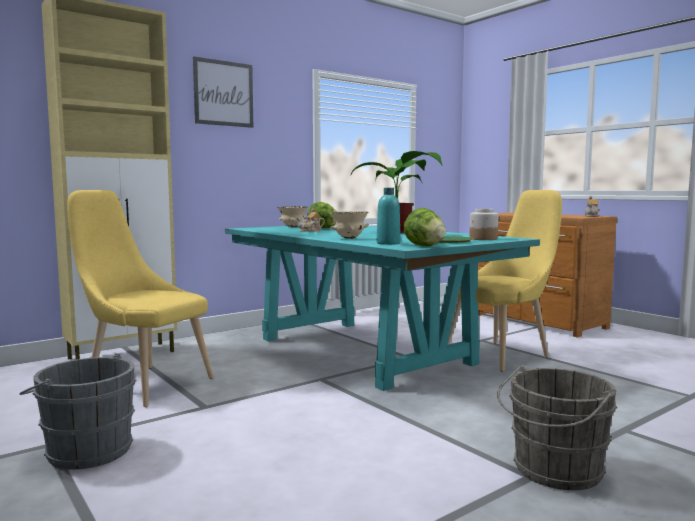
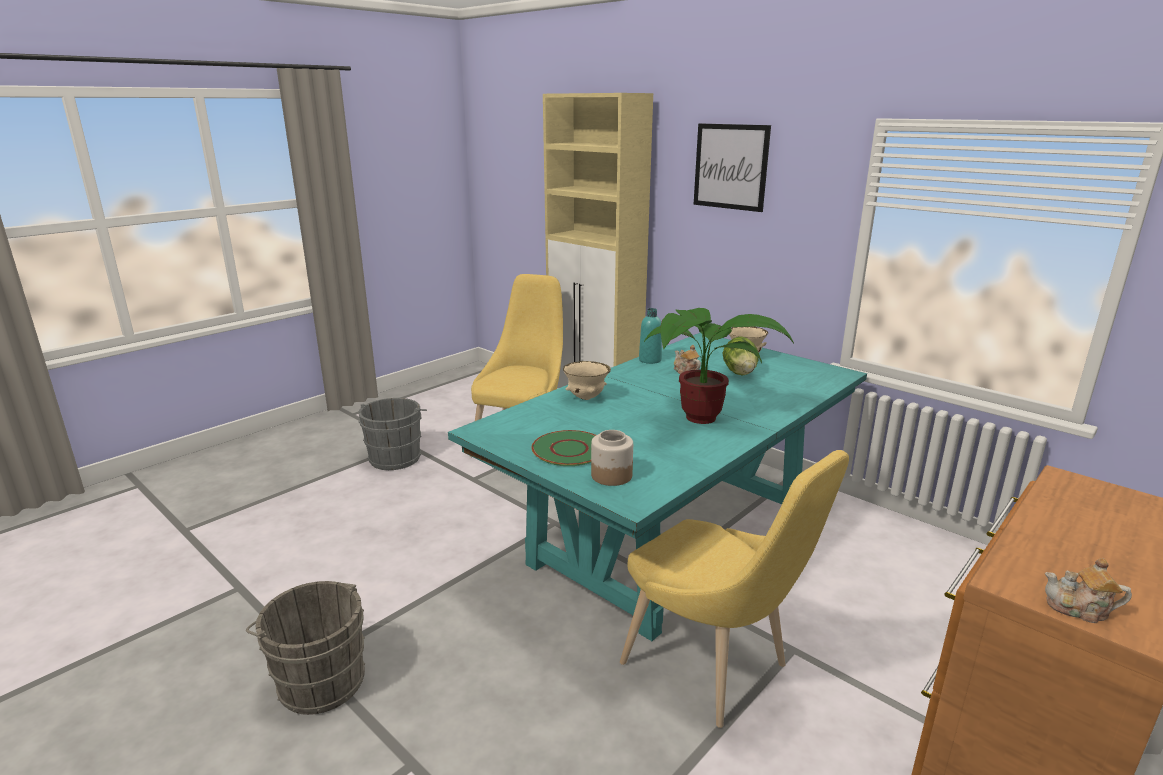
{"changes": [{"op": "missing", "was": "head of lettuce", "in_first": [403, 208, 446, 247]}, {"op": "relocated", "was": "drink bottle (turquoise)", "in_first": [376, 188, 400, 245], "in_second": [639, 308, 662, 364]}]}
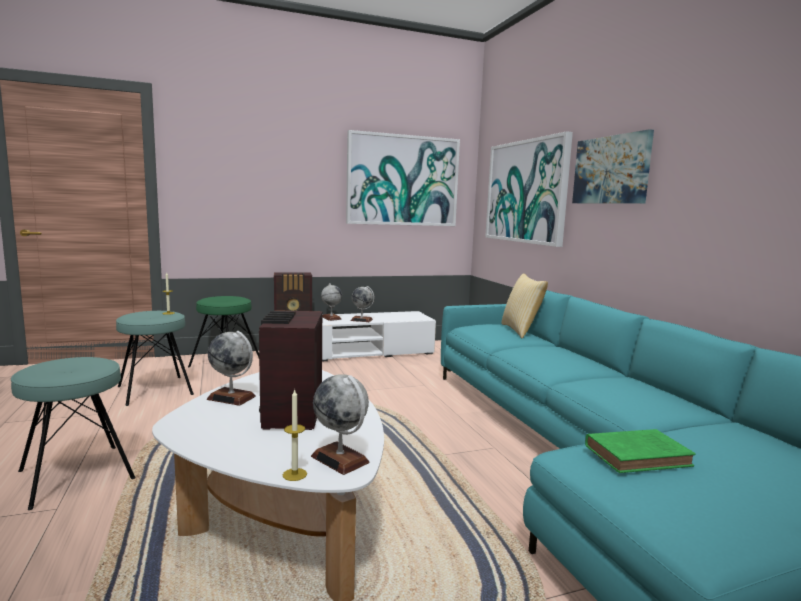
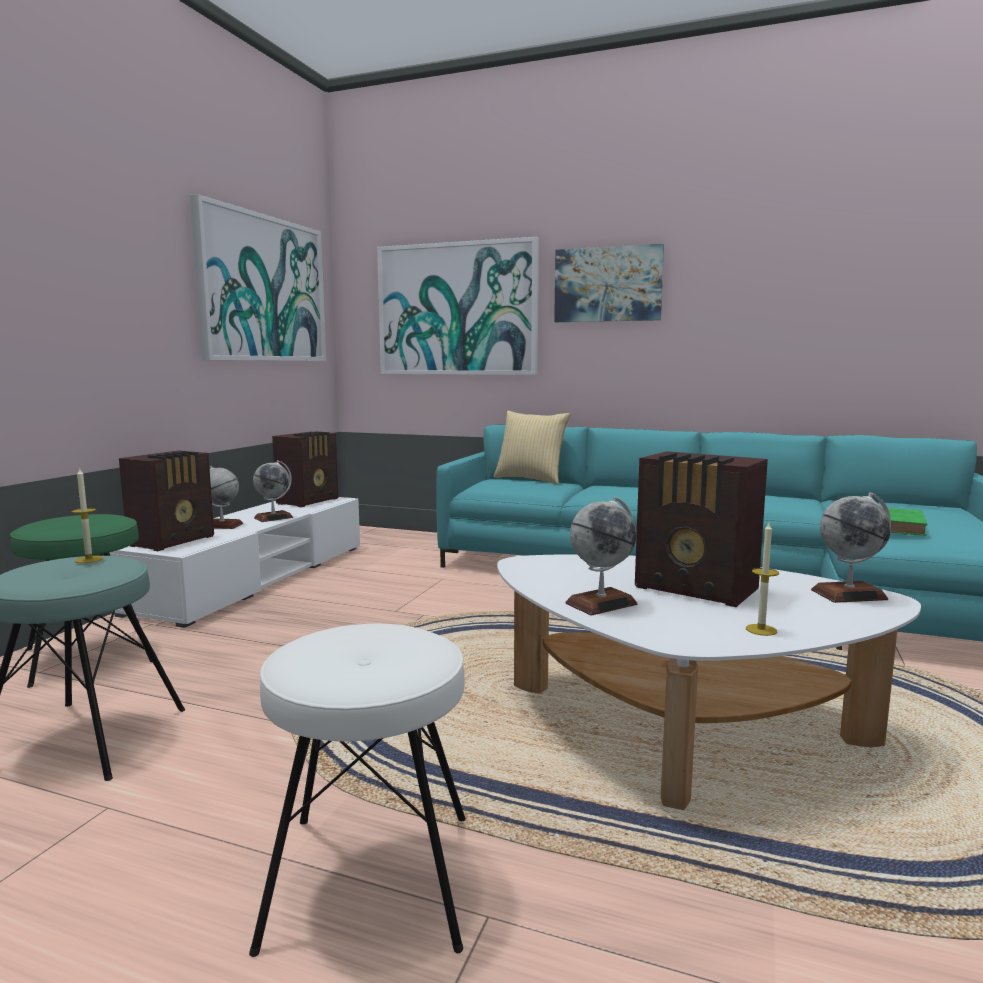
{"changes": [{"op": "appeared", "now": "radio receiver", "in_second": [272, 431, 338, 507]}, {"op": "relocated", "was": "wax light", "in_first": [283, 389, 307, 481], "in_second": [746, 523, 779, 636]}, {"op": "colour", "was": "sitting stool (turquoise)", "now": "sitting stool (white)", "in_first": [11, 357, 136, 510], "in_second": [249, 624, 466, 957]}]}
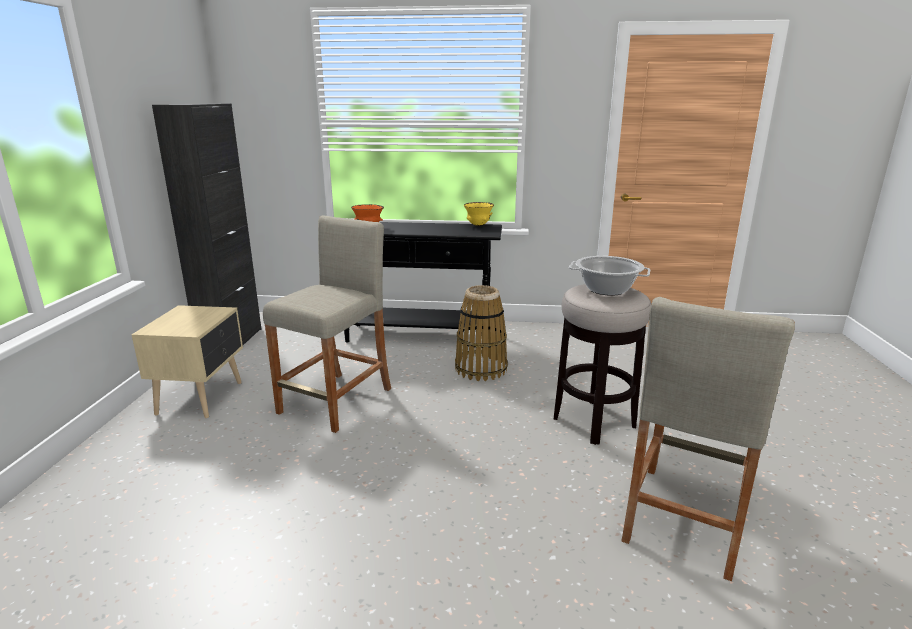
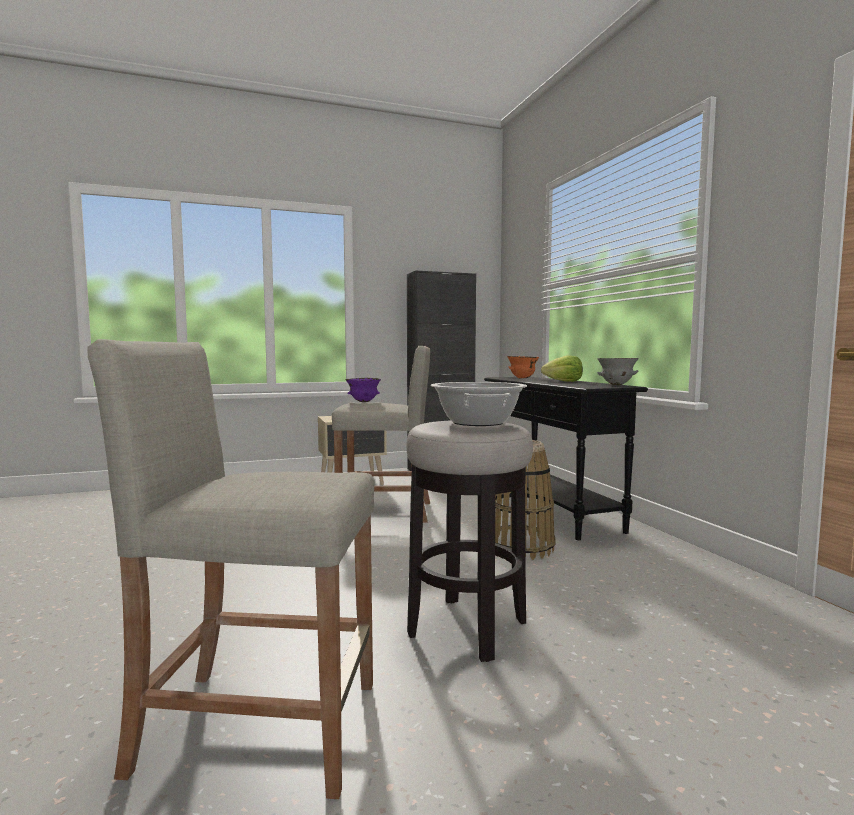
{"changes": [{"op": "appeared", "now": "deep dish (purplish)", "in_second": [346, 378, 381, 402]}, {"op": "appeared", "now": "head of lettuce", "in_second": [541, 356, 583, 382]}, {"op": "colour", "was": "deep dish (yellow-coloured)", "now": "deep dish (grey)", "in_first": [464, 202, 494, 226], "in_second": [597, 358, 639, 385]}]}
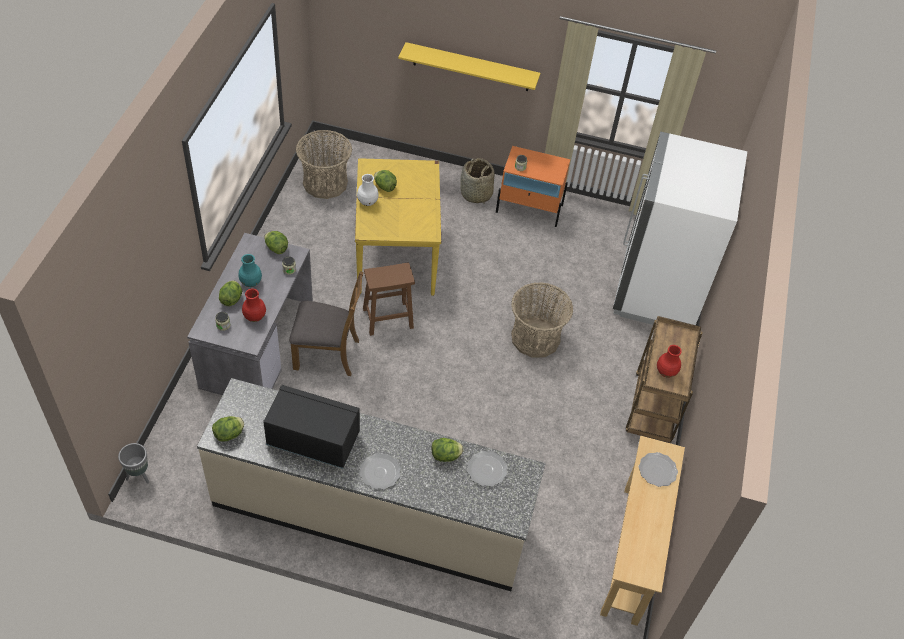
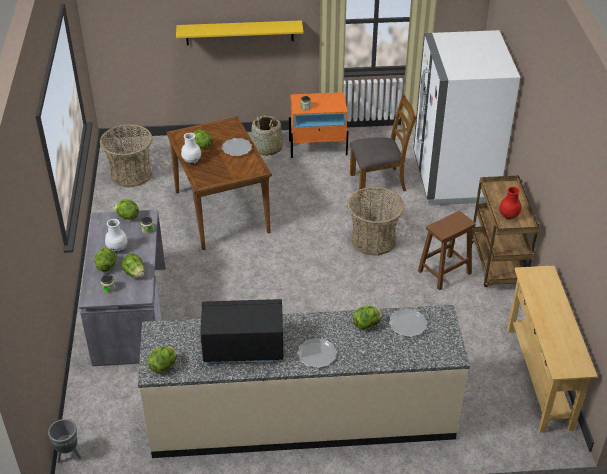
{"changes": [{"op": "relocated", "was": "chair (brown-coloured)", "in_first": [289, 271, 363, 376], "in_second": [350, 94, 417, 198]}, {"op": "relocated", "was": "sitting stool (brown-coloured)", "in_first": [363, 263, 415, 336], "in_second": [418, 211, 476, 290]}, {"op": "relocated", "was": "plate", "in_first": [639, 452, 678, 487], "in_second": [222, 138, 252, 156]}, {"op": "exchanged", "was": "vase (red-coloured)", "now": "head of lettuce", "in_first": [242, 289, 266, 322], "in_second": [122, 253, 144, 278]}, {"op": "colour", "was": "vase (turquoise)", "now": "vase (white)", "in_first": [239, 254, 262, 287], "in_second": [105, 219, 128, 253]}, {"op": "colour", "was": "dining table (yellow-coloured)", "now": "dining table (brown-coloured)", "in_first": [355, 158, 441, 296], "in_second": [166, 116, 272, 250]}]}
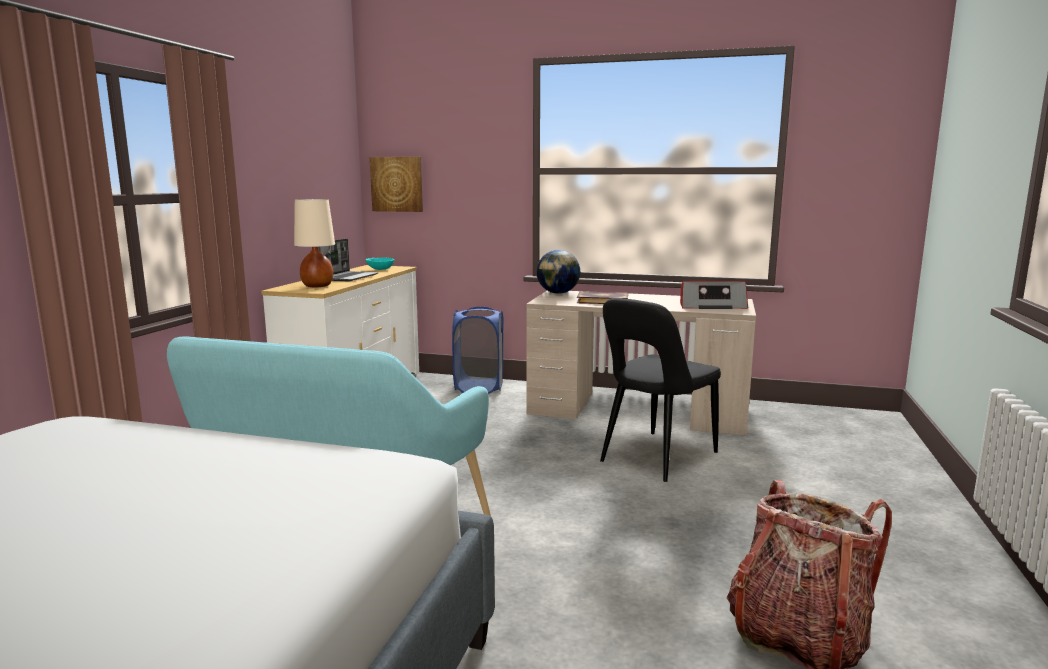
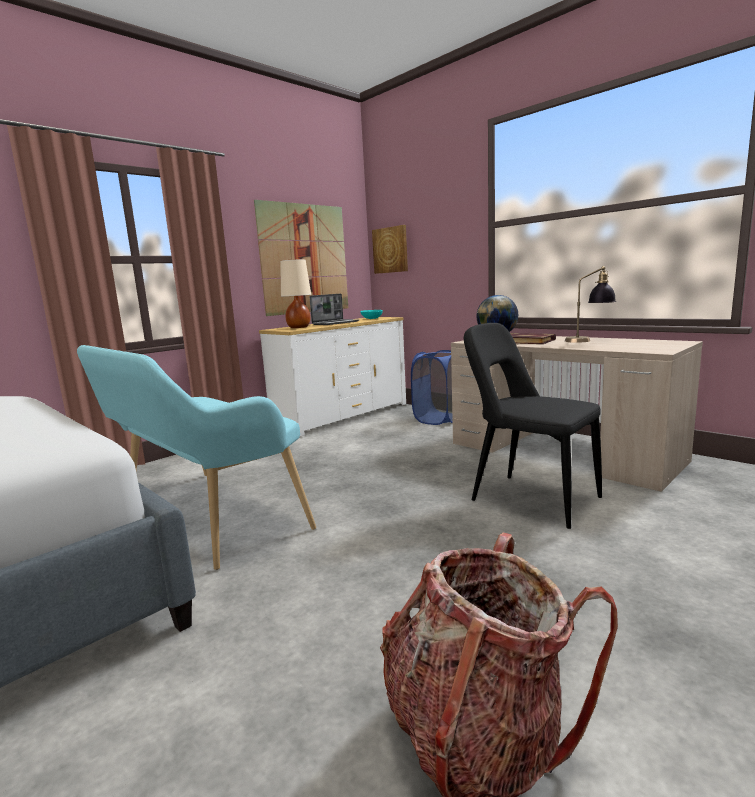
{"changes": [{"op": "missing", "was": "radio receiver", "in_first": [680, 281, 748, 309]}, {"op": "appeared", "now": "picture", "in_second": [254, 200, 348, 316]}, {"op": "appeared", "now": "tabletop lamp", "in_second": [565, 266, 616, 343]}, {"op": "spun", "was": "chair (blackish)", "in_first": [600, 298, 721, 482], "in_second": [464, 323, 602, 529], "clockwise": 60}]}
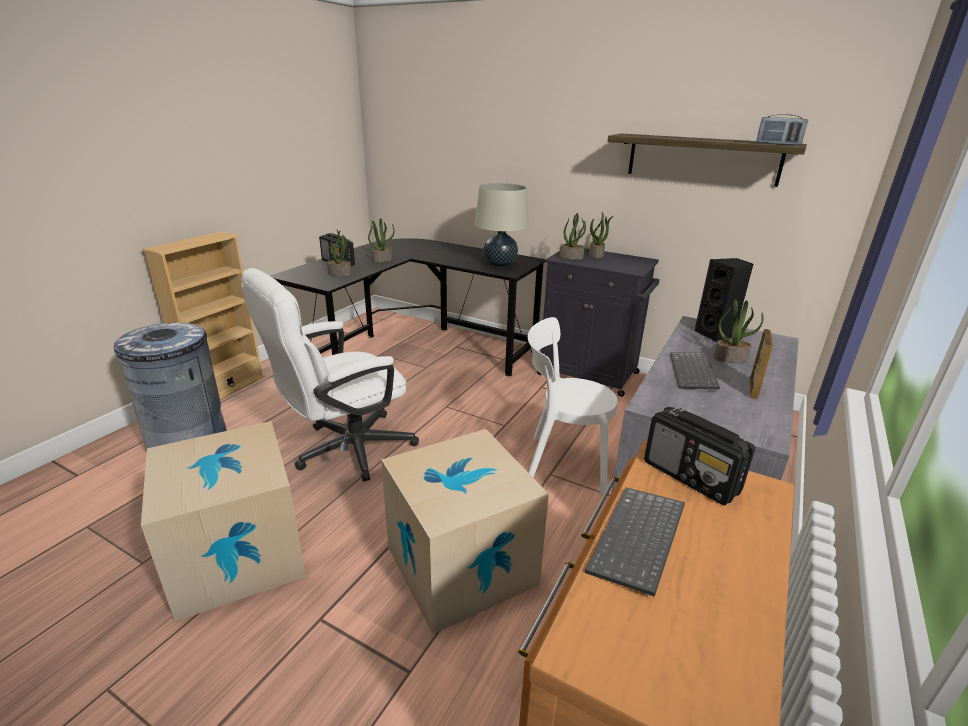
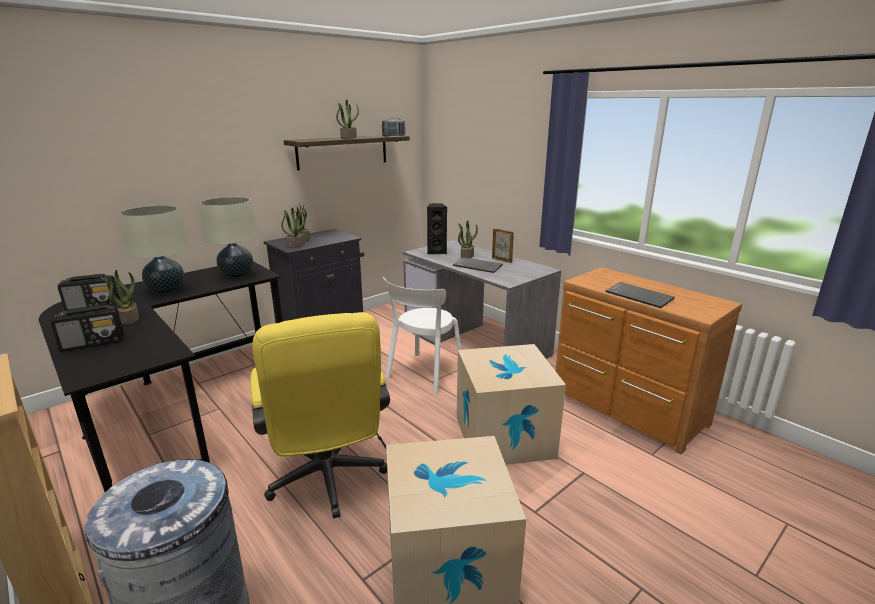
{"changes": [{"op": "appeared", "now": "tabletop lamp (beige-coloured)", "in_second": [119, 205, 190, 294]}, {"op": "relocated", "was": "houseplant", "in_first": [327, 230, 352, 277], "in_second": [336, 99, 359, 139]}, {"op": "relocated", "was": "radio receiver", "in_first": [644, 407, 755, 505], "in_second": [57, 274, 120, 311]}, {"op": "colour", "was": "desk chair (white)", "now": "desk chair (yellow-coloured)", "in_first": [241, 268, 419, 482], "in_second": [250, 312, 390, 518]}]}
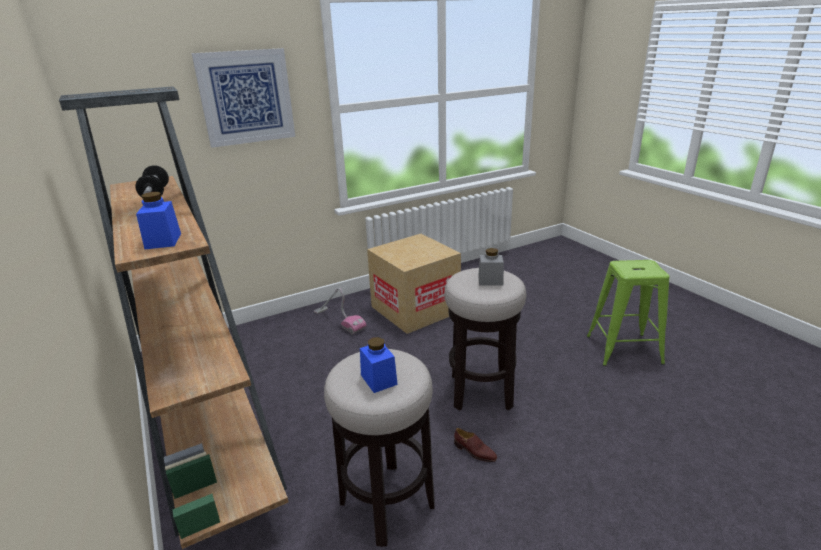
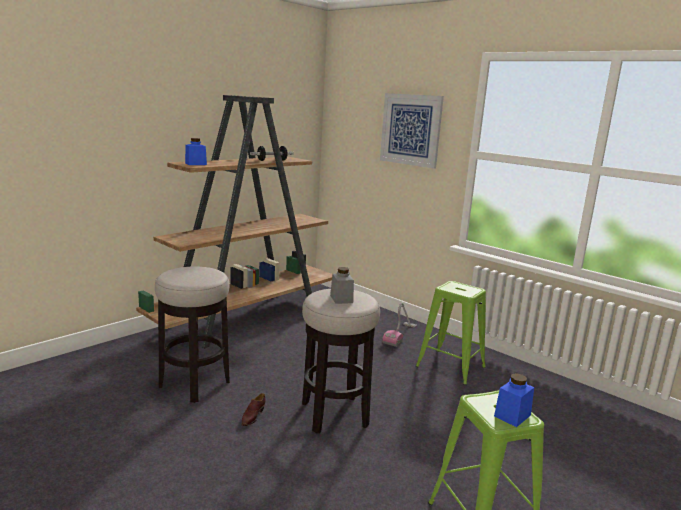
{"changes": [{"op": "relocated", "was": "preserve jar (bluish)", "in_first": [360, 337, 398, 393], "in_second": [494, 373, 534, 427]}, {"op": "exchanged", "was": "packing box", "now": "sitting stool (green-coloured)", "in_first": [367, 234, 461, 334], "in_second": [416, 281, 486, 385]}]}
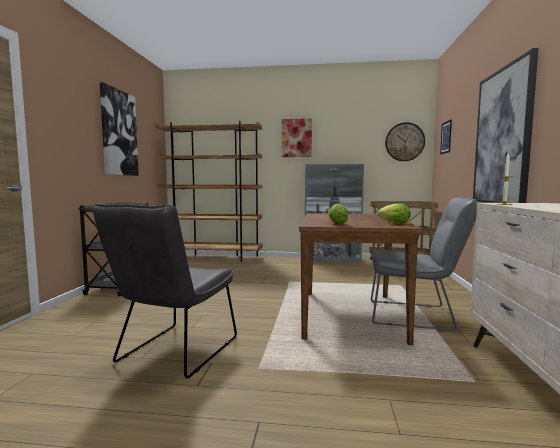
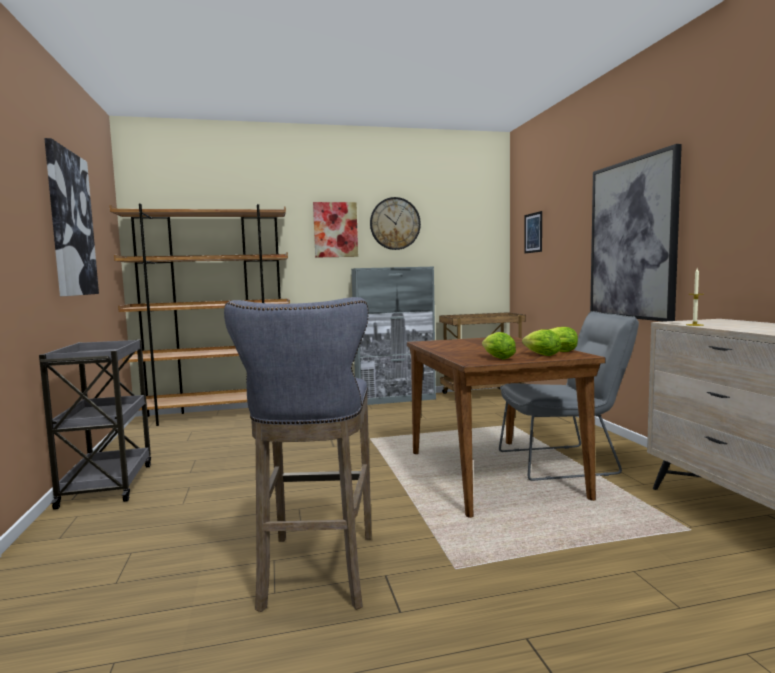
{"changes": [{"op": "appeared", "now": "head of lettuce", "in_second": [522, 329, 561, 356]}, {"op": "relocated", "was": "wall clock", "in_first": [385, 122, 425, 161], "in_second": [370, 197, 421, 250]}, {"op": "exchanged", "was": "chair (grey)", "now": "sitting stool (grey)", "in_first": [93, 203, 237, 379], "in_second": [224, 297, 371, 612]}]}
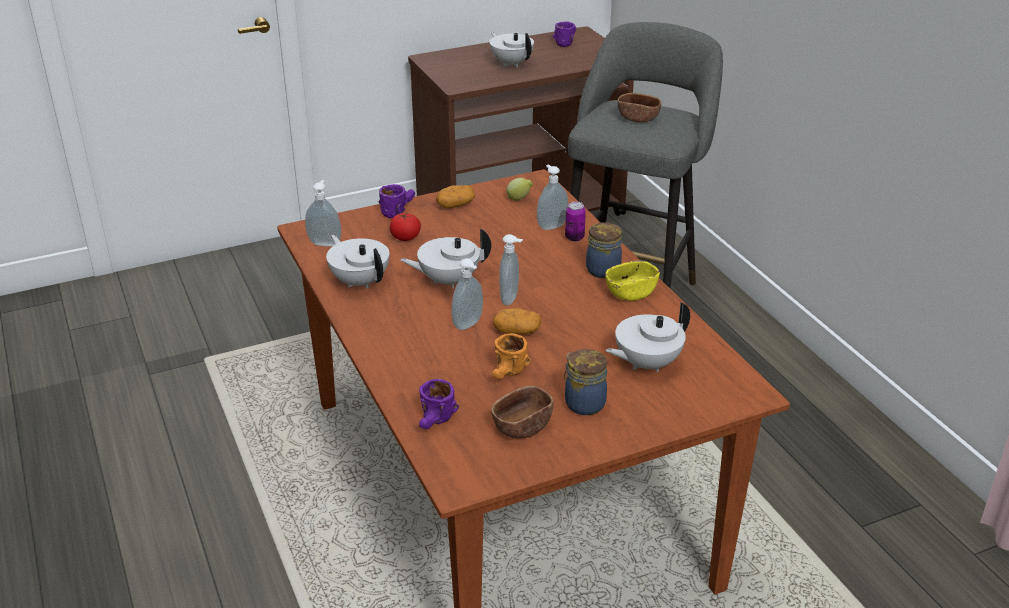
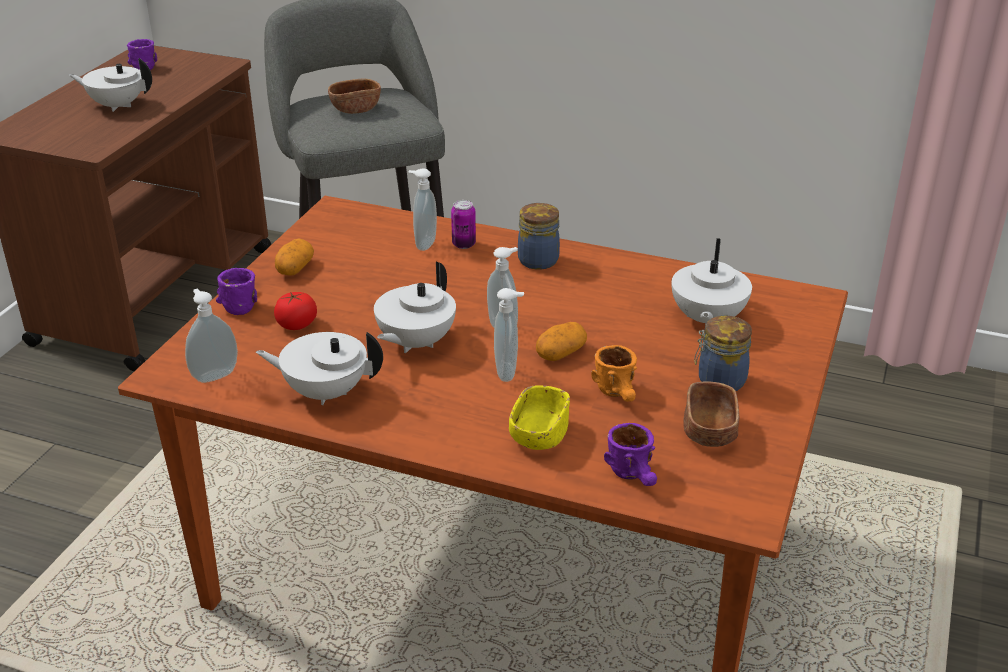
{"changes": [{"op": "missing", "was": "citrus fruit", "in_first": [506, 178, 533, 201]}, {"op": "relocated", "was": "deep dish (yellow-coloured)", "in_first": [605, 260, 660, 301], "in_second": [509, 385, 570, 450]}]}
